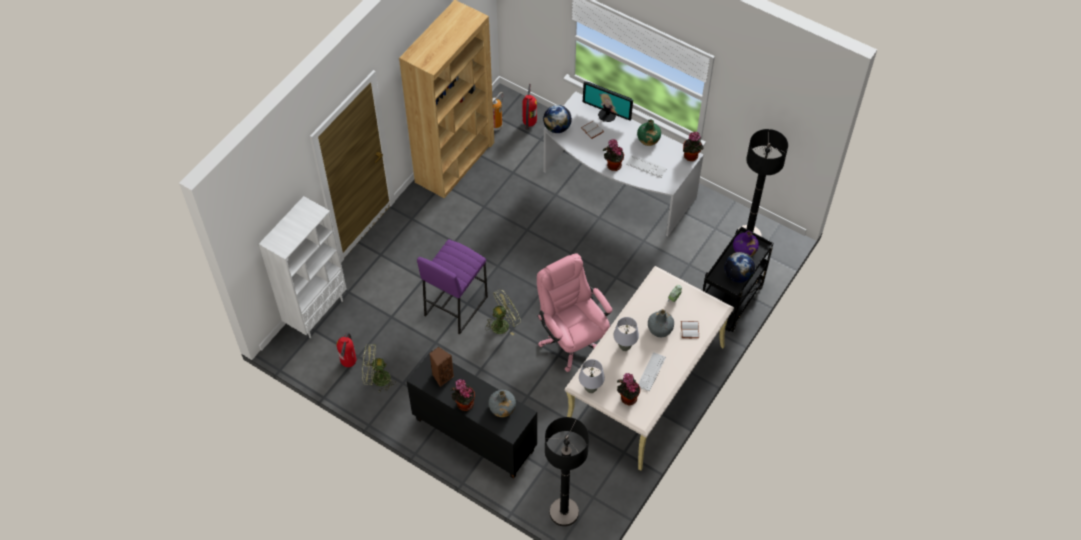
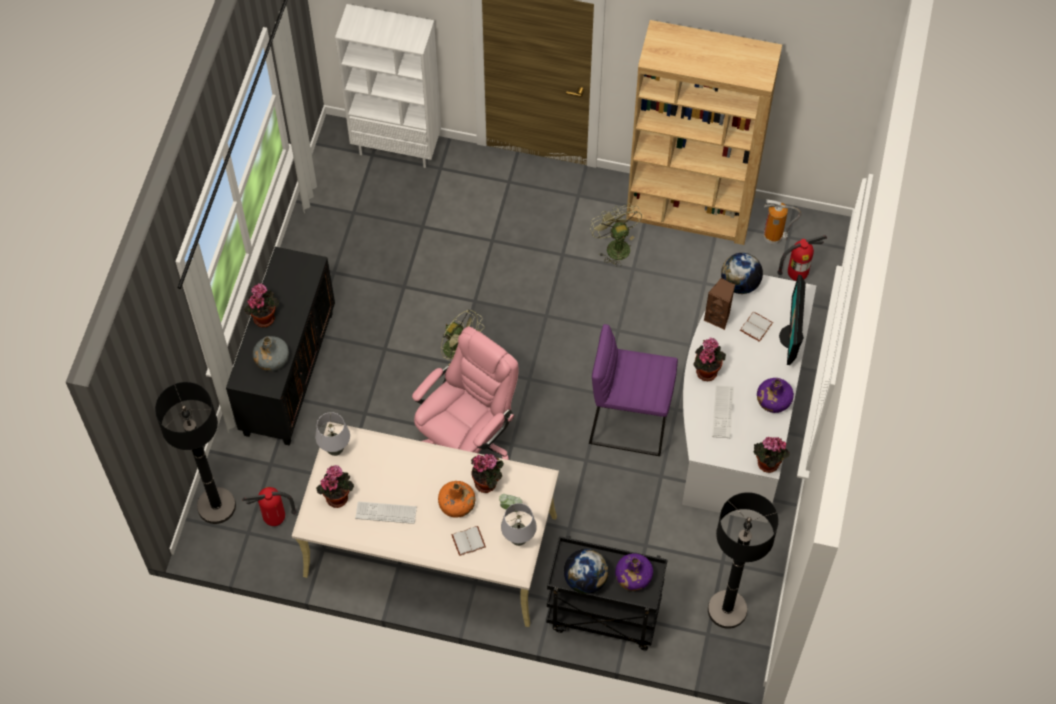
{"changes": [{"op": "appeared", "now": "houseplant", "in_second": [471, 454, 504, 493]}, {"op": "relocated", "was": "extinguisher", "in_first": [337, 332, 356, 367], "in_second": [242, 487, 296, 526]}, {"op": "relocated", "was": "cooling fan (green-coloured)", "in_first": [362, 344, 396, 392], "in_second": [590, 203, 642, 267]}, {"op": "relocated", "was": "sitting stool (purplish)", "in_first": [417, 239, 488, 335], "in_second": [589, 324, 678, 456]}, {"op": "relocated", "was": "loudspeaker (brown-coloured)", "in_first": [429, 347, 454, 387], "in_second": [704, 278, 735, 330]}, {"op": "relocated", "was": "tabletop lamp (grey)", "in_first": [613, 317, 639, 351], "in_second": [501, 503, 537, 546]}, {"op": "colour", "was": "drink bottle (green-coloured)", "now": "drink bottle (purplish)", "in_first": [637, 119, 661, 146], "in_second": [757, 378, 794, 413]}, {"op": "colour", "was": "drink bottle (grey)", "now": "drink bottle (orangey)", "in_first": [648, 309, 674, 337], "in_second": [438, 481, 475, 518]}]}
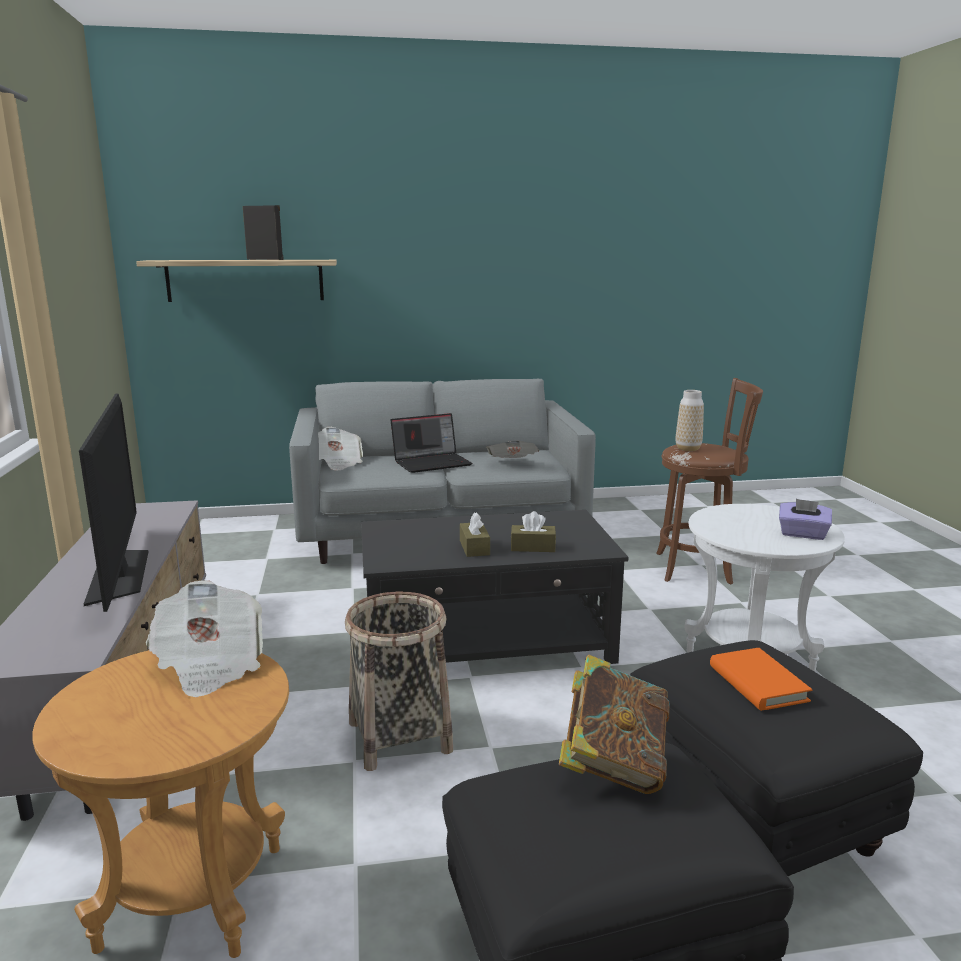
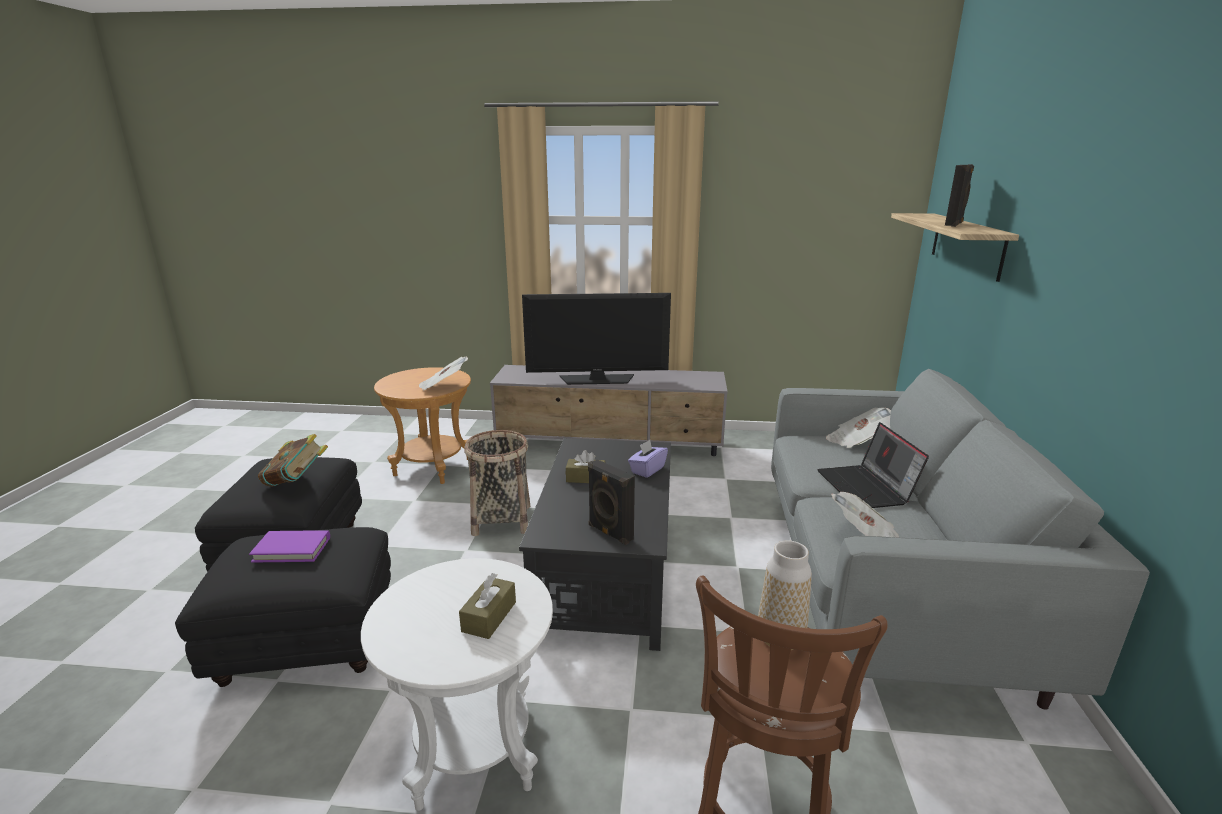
{"changes": [{"op": "appeared", "now": "loudspeaker (blackish)", "in_second": [588, 459, 635, 545]}, {"op": "relocated", "was": "box of tissues (brown-coloured)", "in_first": [511, 511, 556, 552], "in_second": [459, 573, 516, 639]}, {"op": "relocated", "was": "box of tissues (purplish)", "in_first": [779, 499, 832, 540], "in_second": [628, 440, 668, 478]}, {"op": "colour", "was": "volume (orangey)", "now": "volume (purplish)", "in_first": [710, 648, 812, 711], "in_second": [249, 530, 330, 562]}]}
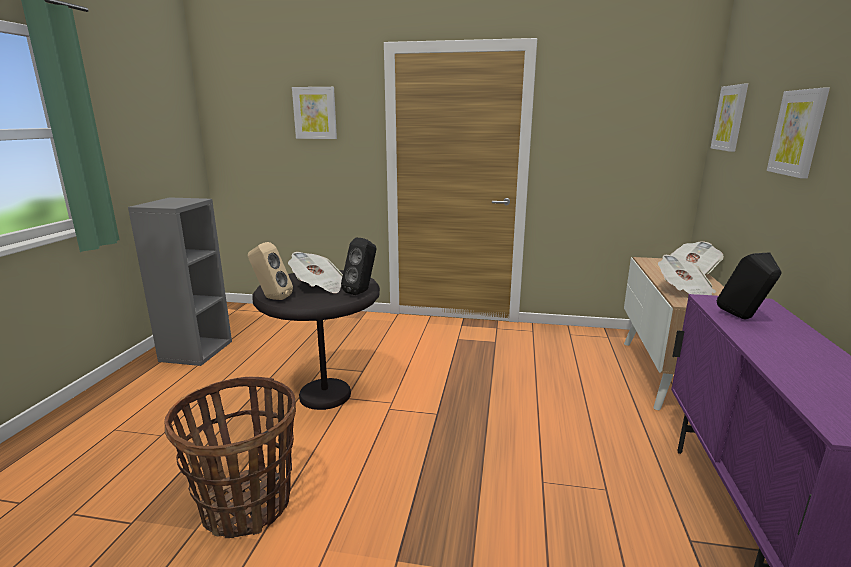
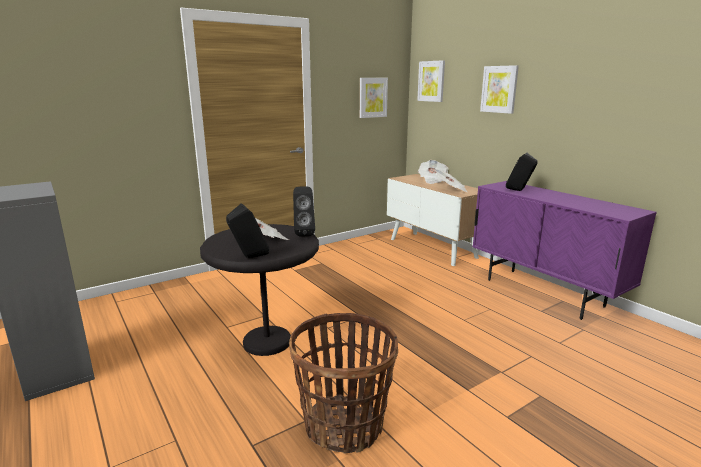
{"changes": [{"op": "relocated", "was": "picture", "in_first": [292, 87, 337, 139], "in_second": [360, 78, 388, 118]}, {"op": "colour", "was": "loudspeaker (beige-coloured)", "now": "loudspeaker (blackish)", "in_first": [248, 242, 293, 300], "in_second": [226, 204, 270, 258]}]}
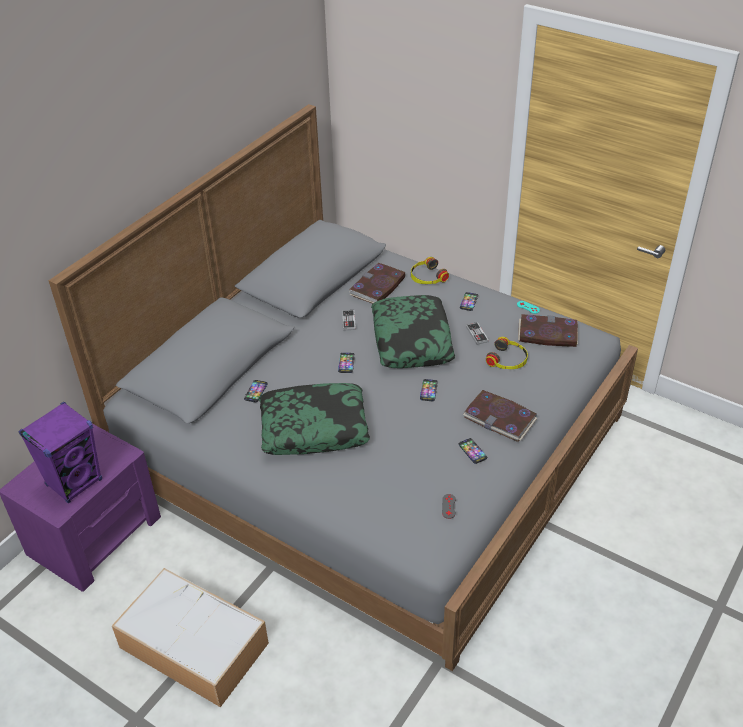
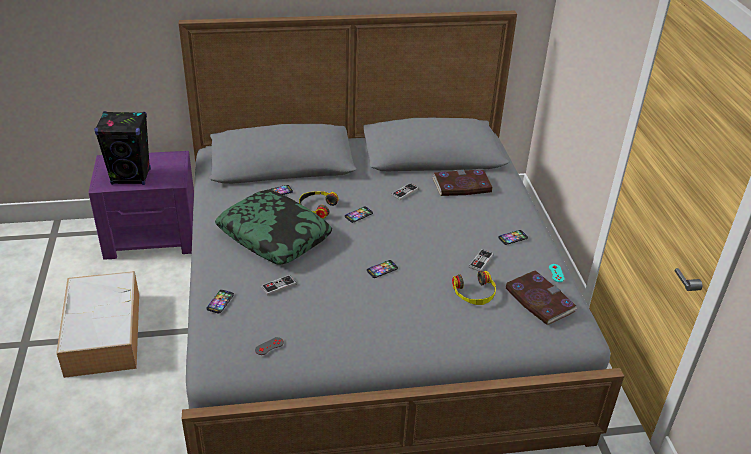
{"changes": [{"op": "missing", "was": "pillow", "in_first": [371, 295, 455, 368]}, {"op": "missing", "was": "volume", "in_first": [463, 390, 537, 442]}, {"op": "appeared", "now": "gamepad", "in_second": [261, 275, 296, 296]}, {"op": "relocated", "was": "headset", "in_first": [411, 257, 449, 284], "in_second": [299, 191, 339, 219]}, {"op": "relocated", "was": "phone", "in_first": [459, 438, 487, 464], "in_second": [206, 290, 234, 313]}, {"op": "colour", "was": "loudspeaker (purplish)", "now": "loudspeaker (blackish)", "in_first": [19, 402, 102, 504], "in_second": [94, 111, 151, 185]}]}
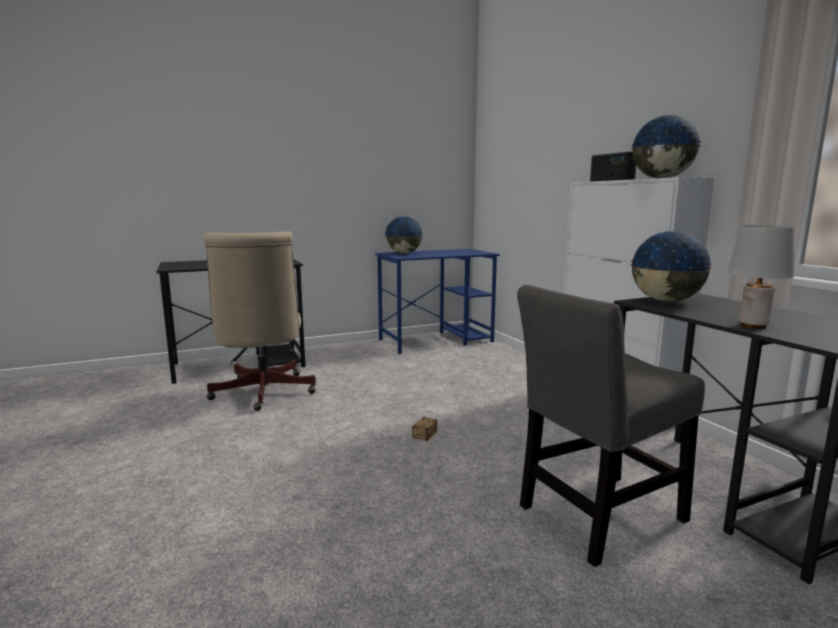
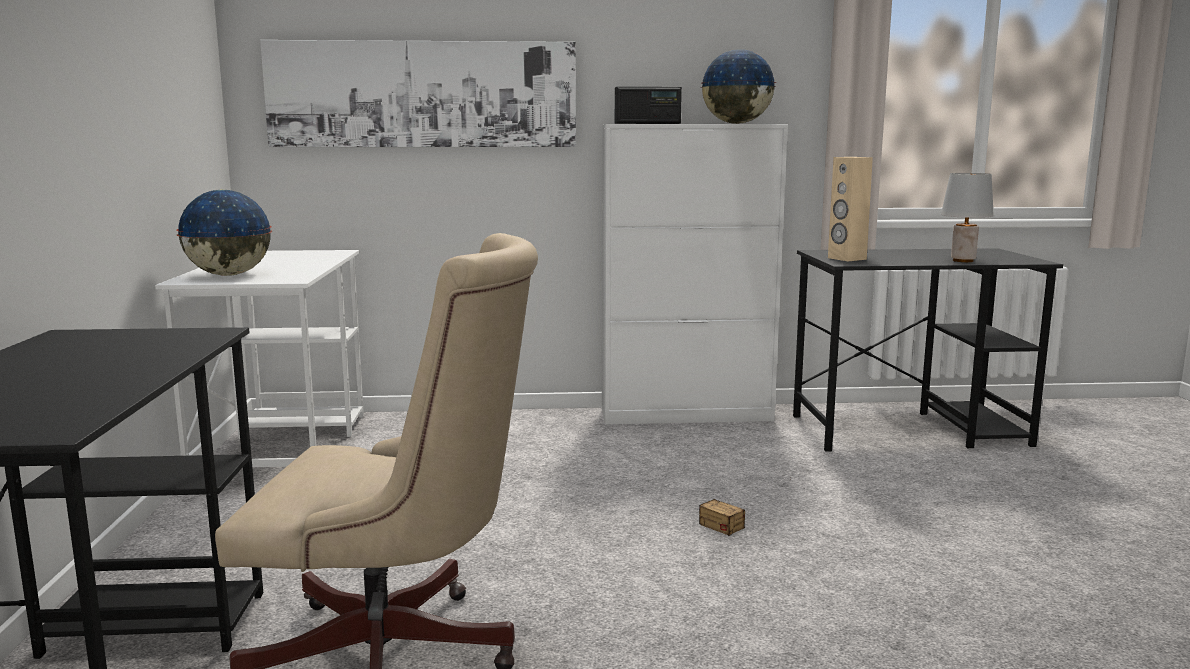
{"changes": [{"op": "missing", "was": "chair (grey)", "in_first": [517, 285, 705, 567]}, {"op": "appeared", "now": "picture", "in_second": [260, 40, 576, 147]}, {"op": "exchanged", "was": "world globe", "now": "loudspeaker (beige-coloured)", "in_first": [631, 231, 712, 302], "in_second": [828, 157, 873, 261]}, {"op": "colour", "was": "desk table (bluish)", "now": "desk table (white)", "in_first": [375, 249, 500, 354], "in_second": [155, 250, 364, 467]}]}
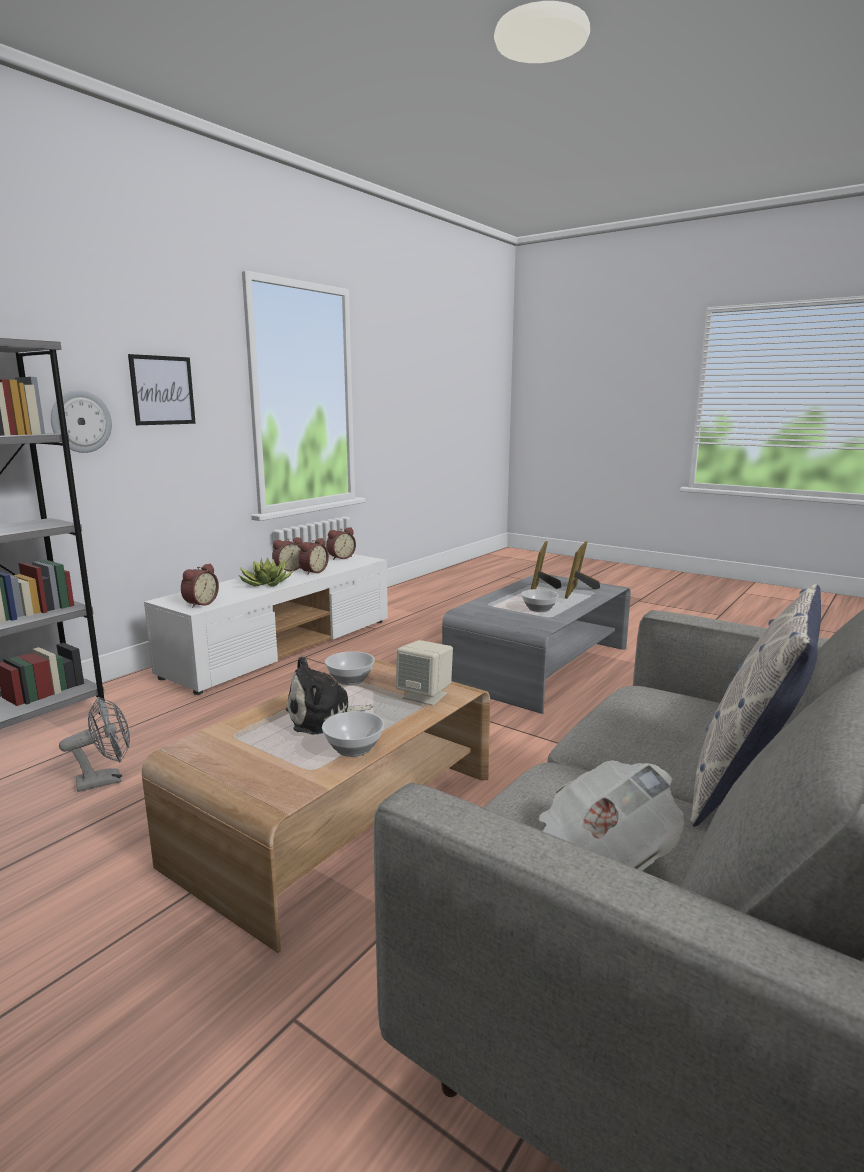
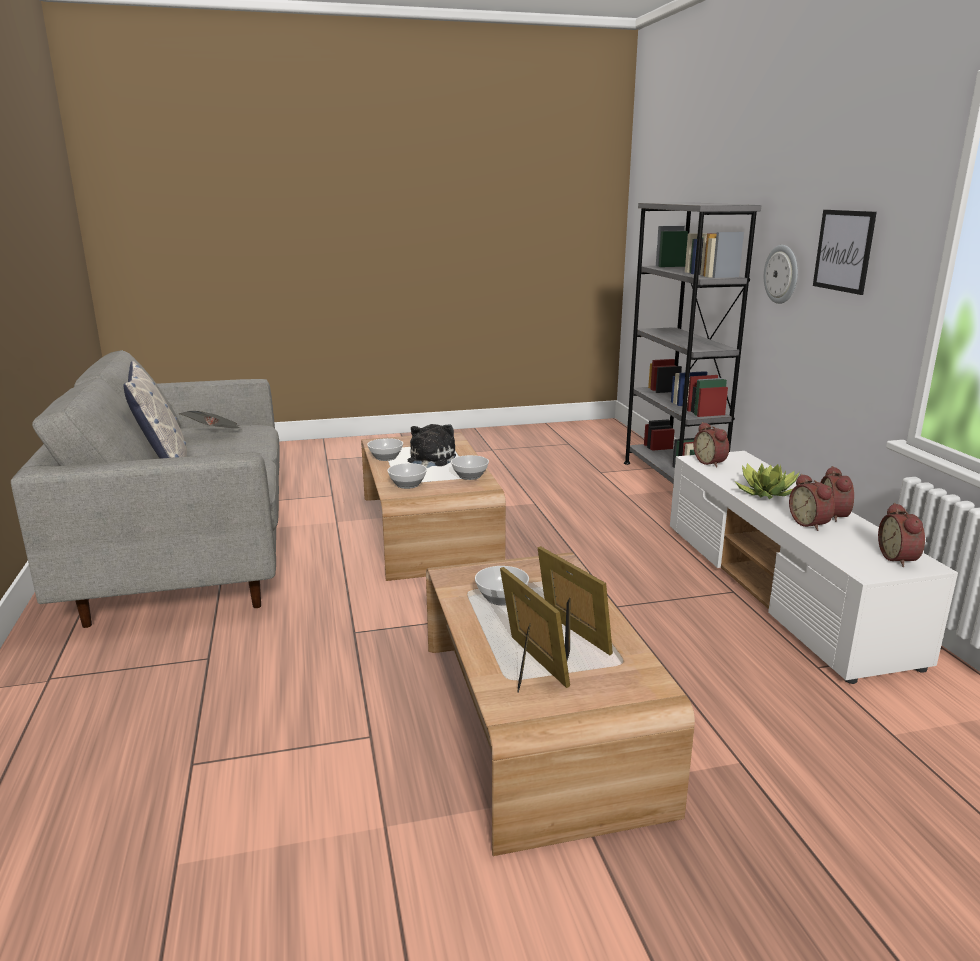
{"changes": [{"op": "missing", "was": "cooling fan (grey)", "in_first": [59, 697, 130, 792]}, {"op": "exchanged", "was": "loudspeaker (beige-coloured)", "now": "deep dish", "in_first": [396, 640, 453, 706], "in_second": [388, 463, 427, 489]}, {"op": "colour", "was": "low table (grey)", "now": "low table (brown-coloured)", "in_first": [442, 575, 631, 714], "in_second": [426, 552, 695, 856]}]}
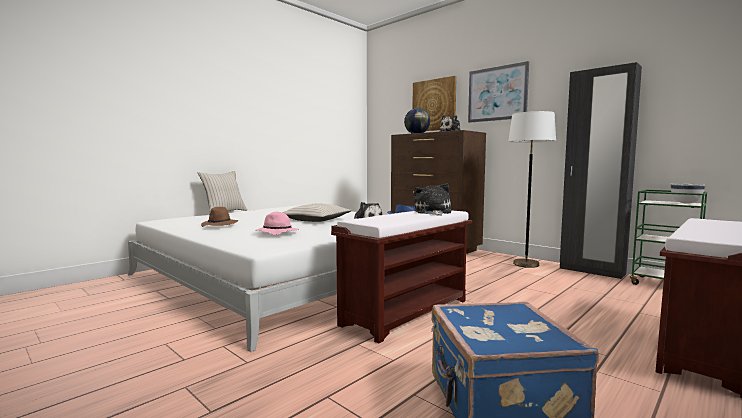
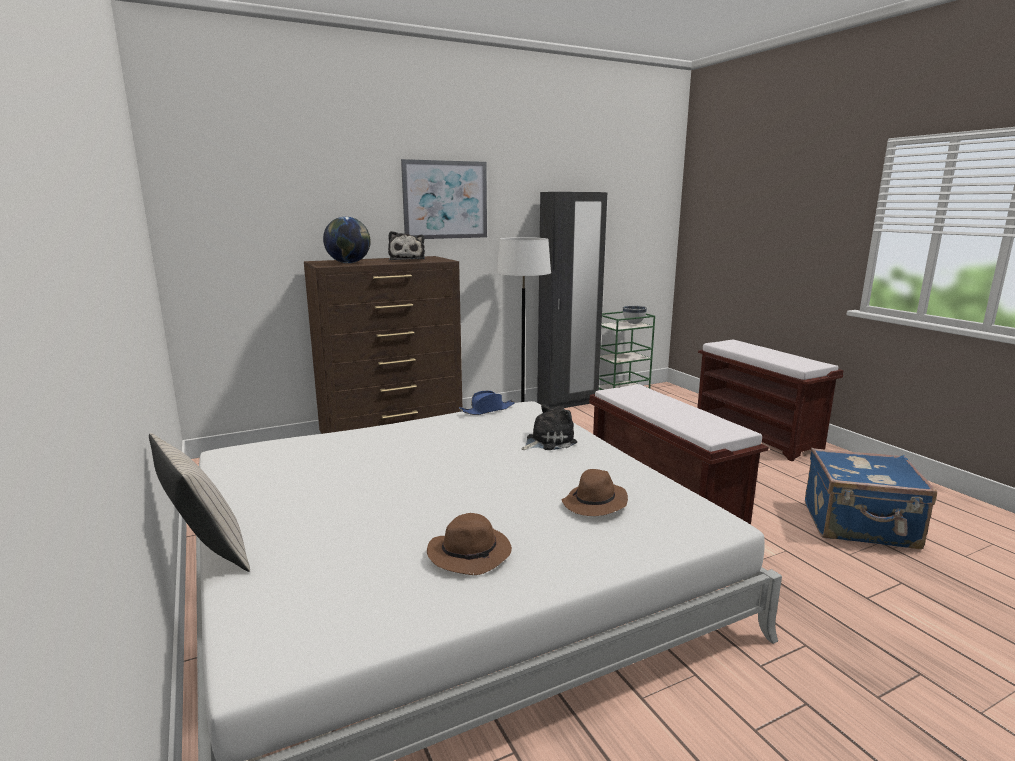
{"changes": [{"op": "missing", "was": "pillow (beige-coloured)", "in_first": [282, 204, 352, 222]}, {"op": "missing", "was": "picture", "in_first": [412, 76, 457, 131]}, {"op": "missing", "was": "plush toy", "in_first": [414, 183, 451, 216]}, {"op": "colour", "was": "hat (pink)", "now": "hat (brown-coloured)", "in_first": [255, 212, 299, 235], "in_second": [562, 469, 628, 516]}]}
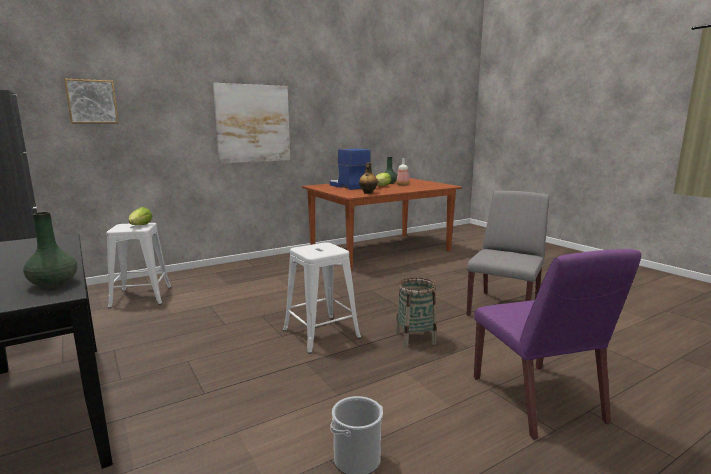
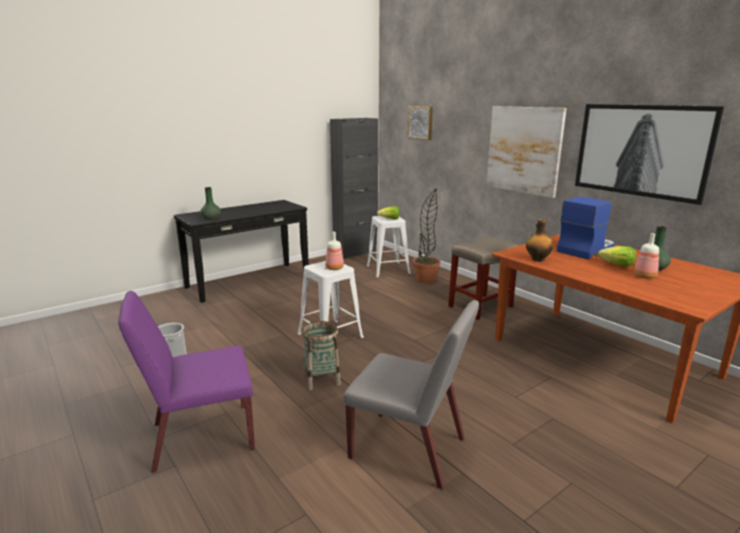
{"changes": [{"op": "appeared", "now": "drink bottle", "in_second": [325, 232, 344, 270]}, {"op": "appeared", "now": "houseplant", "in_second": [412, 188, 441, 283]}, {"op": "appeared", "now": "sitting stool (beige-coloured)", "in_second": [448, 237, 519, 320]}, {"op": "appeared", "now": "picture", "in_second": [575, 104, 724, 205]}]}
